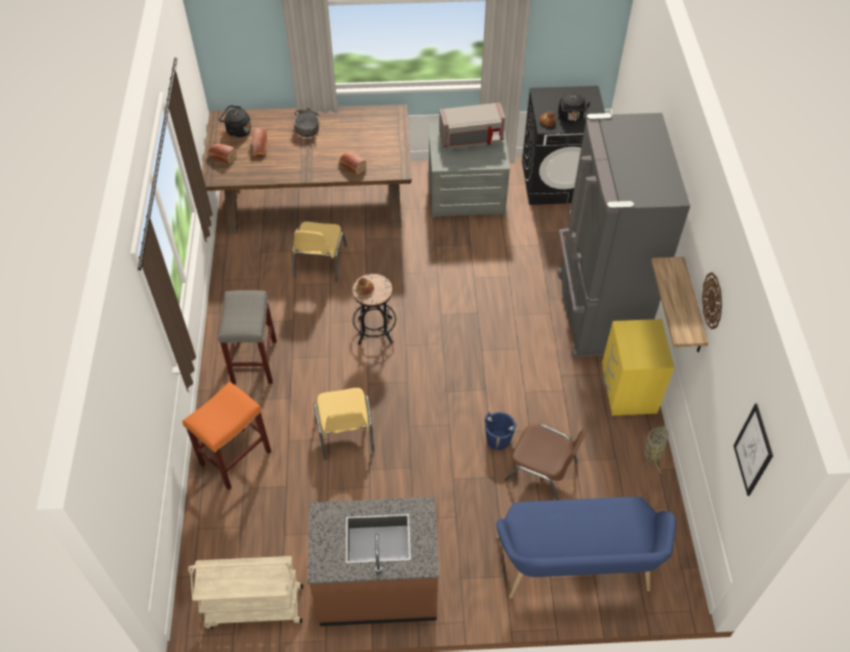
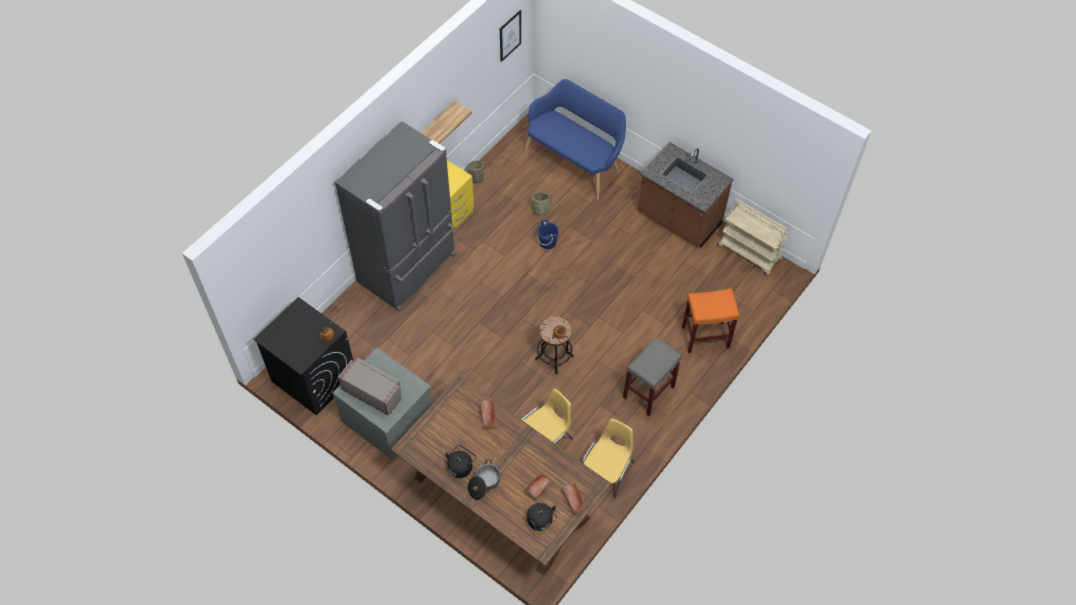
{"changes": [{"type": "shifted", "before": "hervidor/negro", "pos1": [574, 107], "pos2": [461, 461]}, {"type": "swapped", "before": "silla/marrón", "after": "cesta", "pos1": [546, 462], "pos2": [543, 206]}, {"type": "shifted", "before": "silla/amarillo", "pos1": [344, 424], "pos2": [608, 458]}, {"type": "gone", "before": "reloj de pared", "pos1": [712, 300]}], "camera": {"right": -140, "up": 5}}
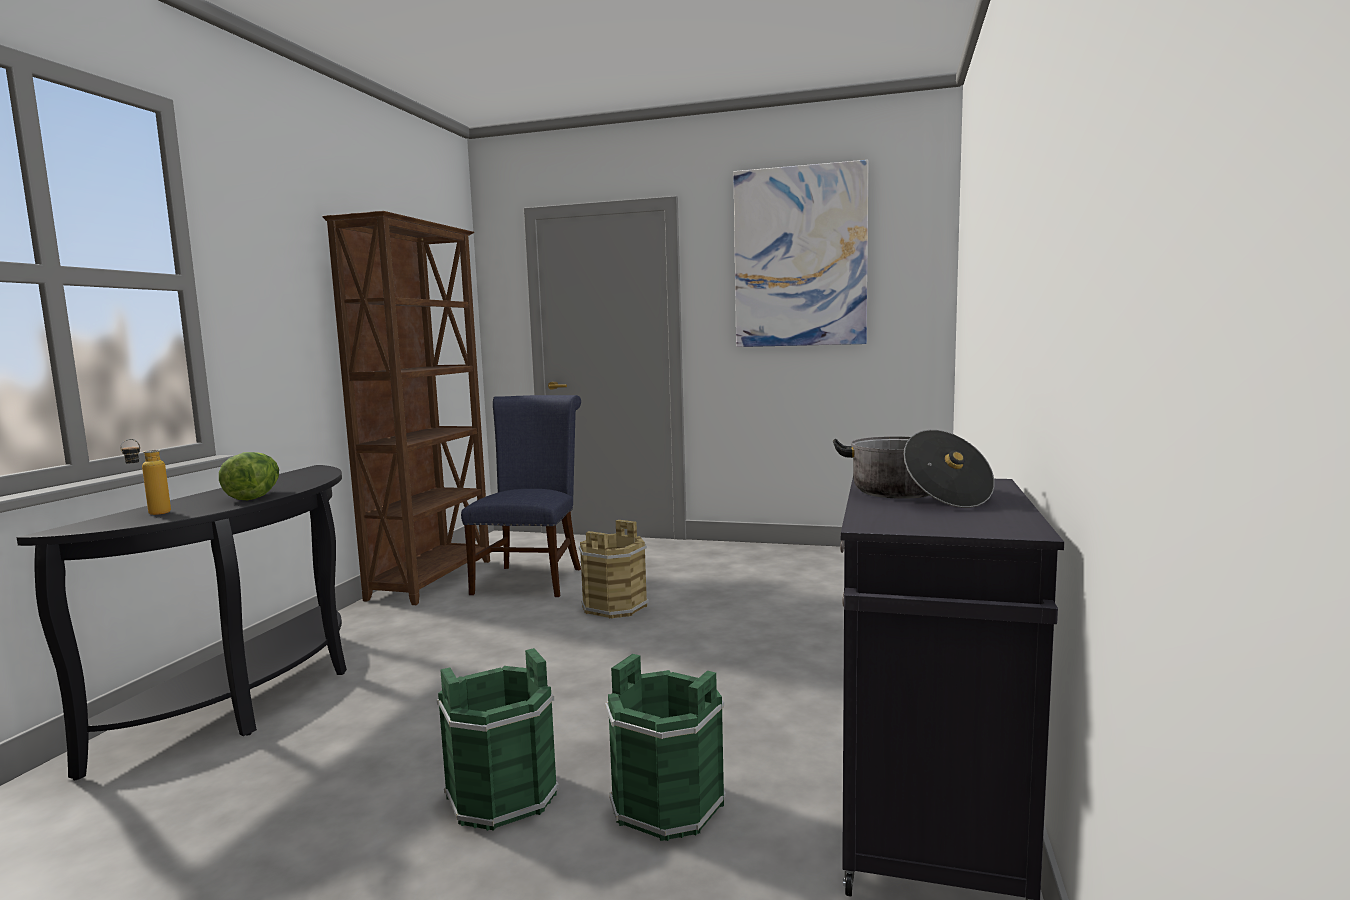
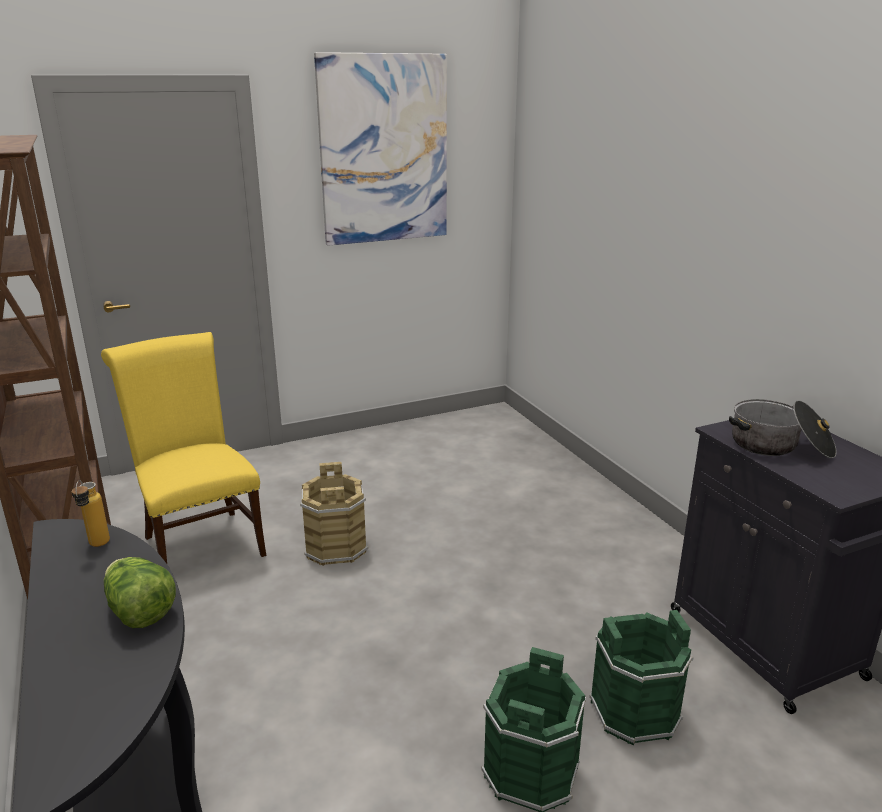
{"changes": [{"type": "shifted", "before": "botella", "pos1": [145, 477], "pos2": [91, 513]}, {"type": "repainted", "before": "silla/azul", "after": "silla/amarillo", "pos1": [521, 496], "pos2": [183, 448]}], "camera": {"right": -40, "up": 15}}
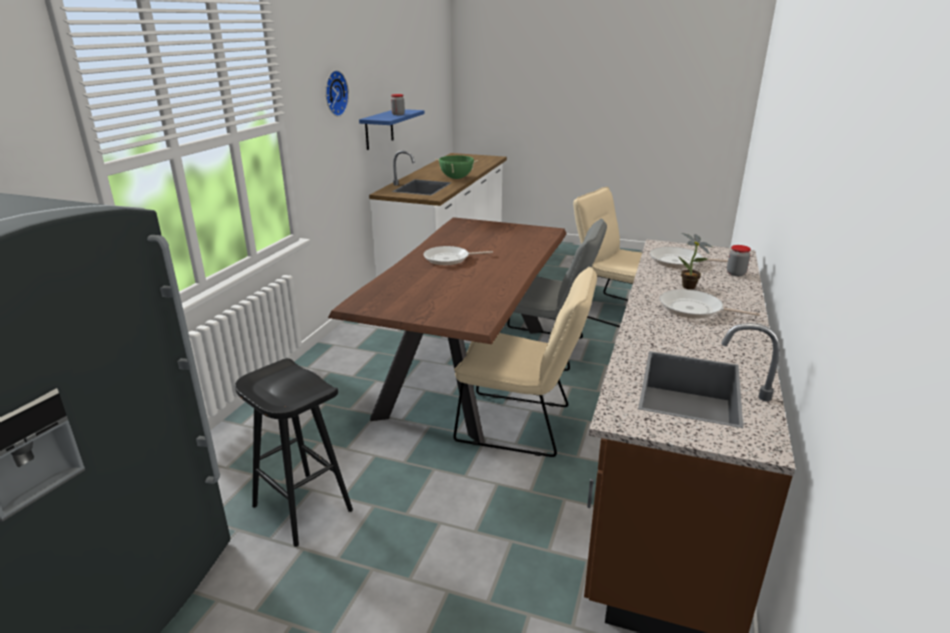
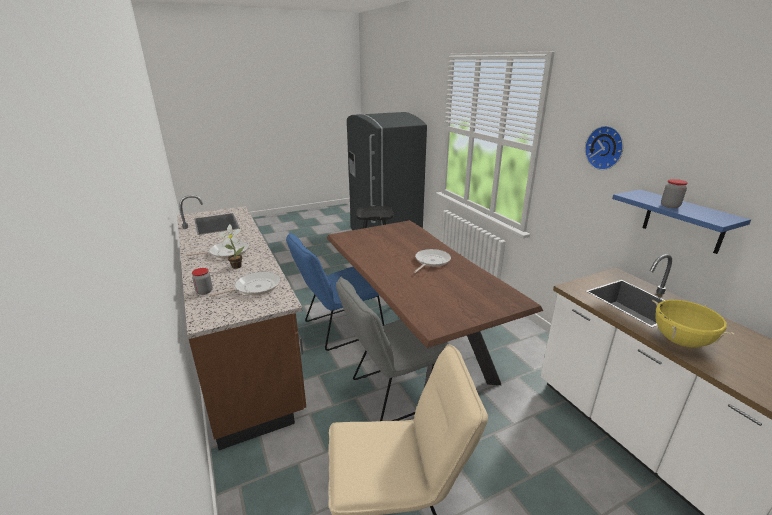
{"changes": [{"type": "repainted", "before": "silla/beis", "after": "silla/azul", "pos1": [525, 362], "pos2": [335, 291]}, {"type": "repainted", "before": "olla/verde", "after": "olla/amarillo", "pos1": [456, 167], "pos2": [693, 323]}], "camera": {"right": 135, "up": 0}}
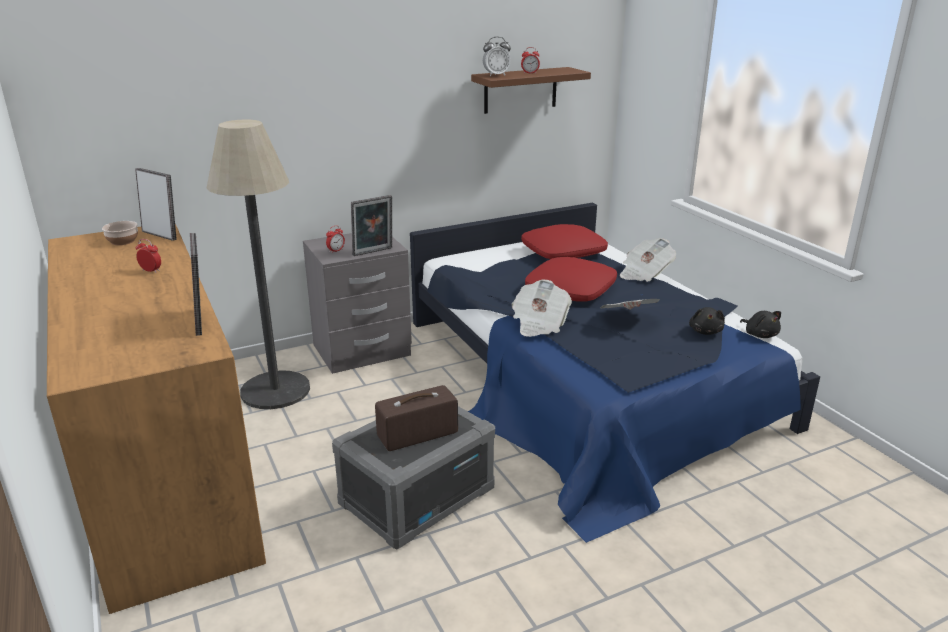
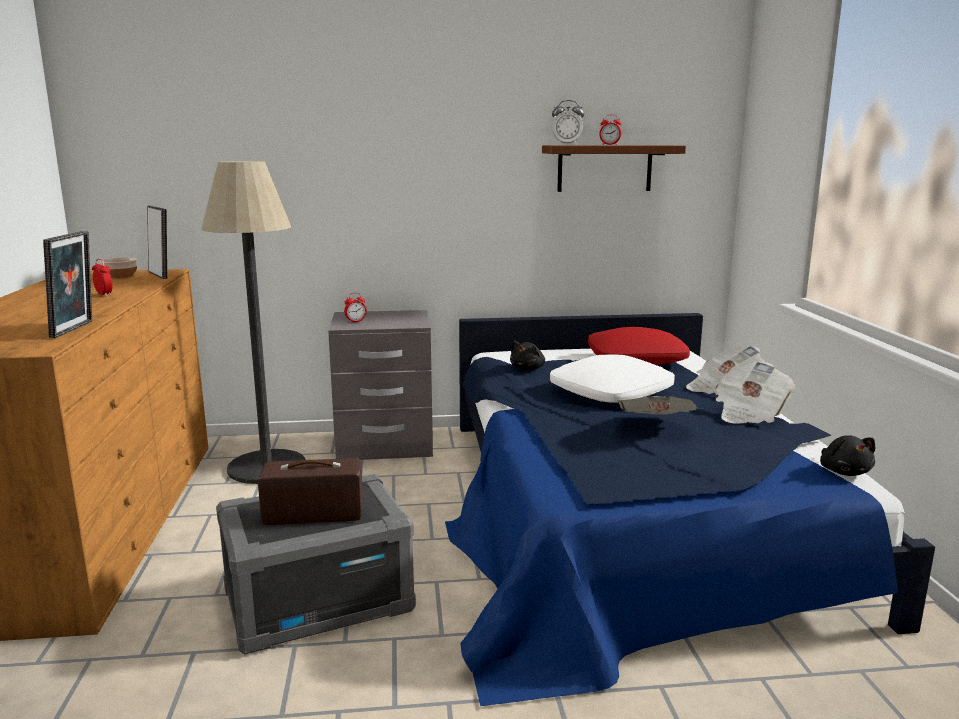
{"changes": [{"type": "shifted", "before": "peluche/negro", "pos1": [707, 321], "pos2": [527, 355]}, {"type": "repainted", "before": "cojín/rojo", "after": "cojín/blanco", "pos1": [571, 279], "pos2": [612, 378]}, {"type": "shifted", "before": "periódico", "pos1": [542, 308], "pos2": [755, 392]}, {"type": "gone", "before": "portarretratos", "pos1": [371, 225]}], "camera": {"right": 20, "up": -10}}
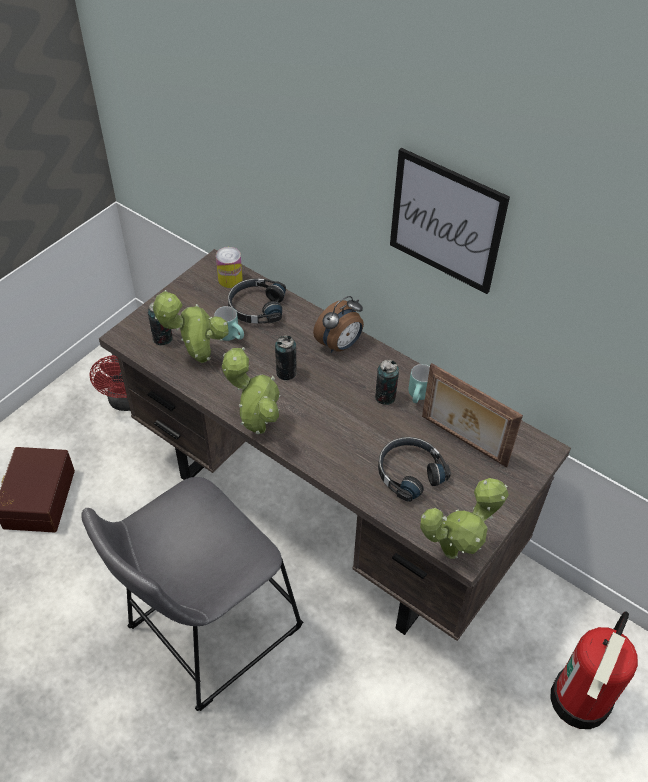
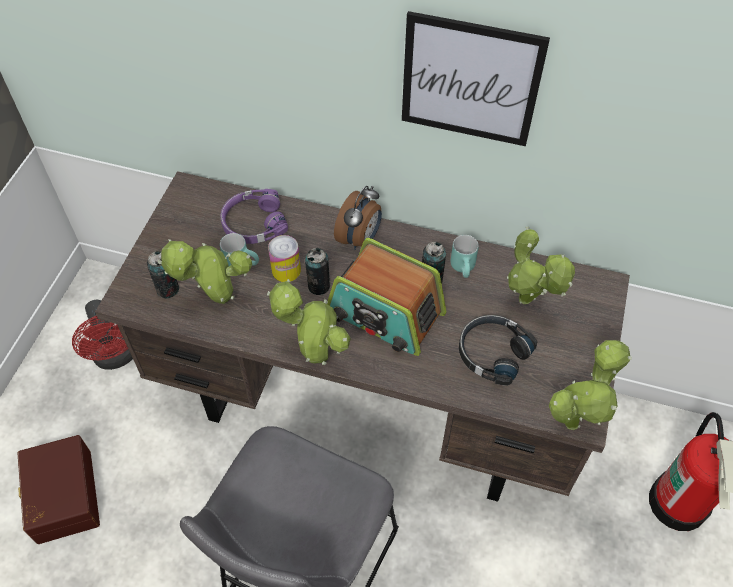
{"changes": [{"type": "repainted", "before": "auriculares/negro", "after": "auriculares/morado", "pos1": [257, 301], "pos2": [254, 216]}, {"type": "shifted", "before": "lata", "pos1": [229, 267], "pos2": [284, 258]}, {"type": "new", "after": "radio", "pos2": [387, 297]}, {"type": "swapped", "before": "portarretratos", "after": "planta en maceta", "pos1": [472, 415], "pos2": [541, 265]}], "camera": {"right": -20, "up": 5}}
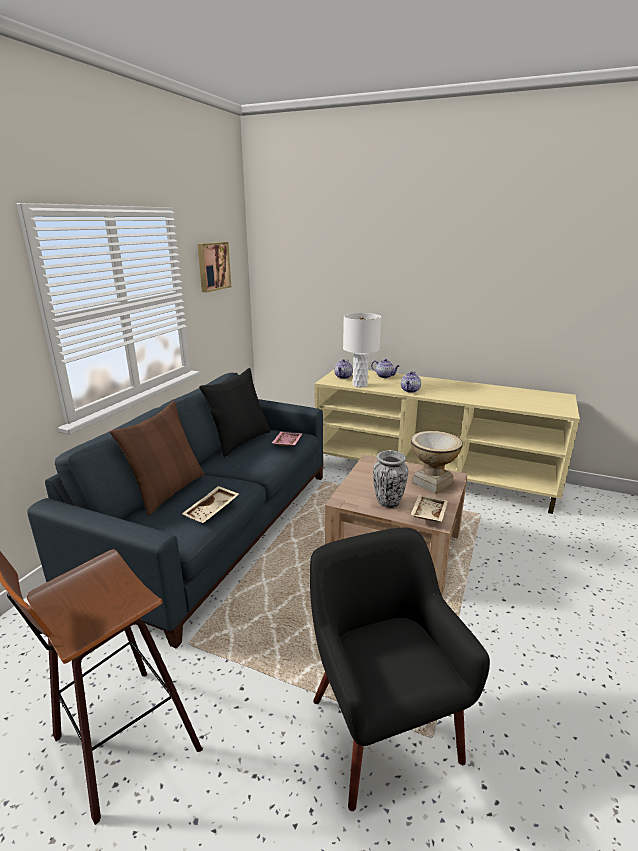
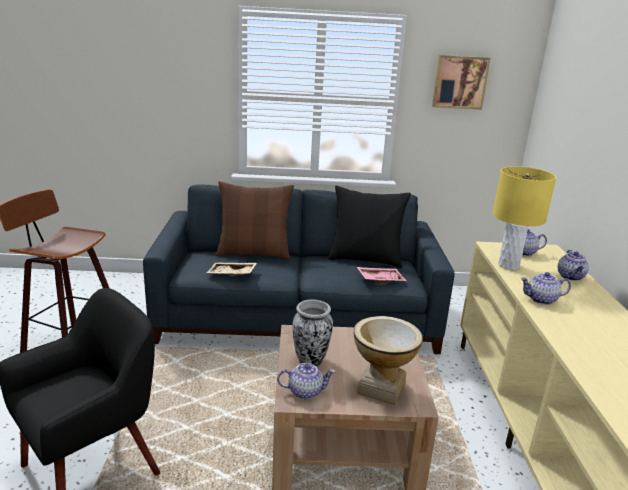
{"changes": [{"type": "swapped", "before": "bandeja/beis", "after": "tetera", "pos1": [429, 508], "pos2": [306, 381]}, {"type": "repainted", "before": "lámpara de mesa/blanco", "after": "lámpara de mesa/amarillo", "pos1": [362, 350], "pos2": [524, 218]}], "camera": {"right": 65, "up": 0}}
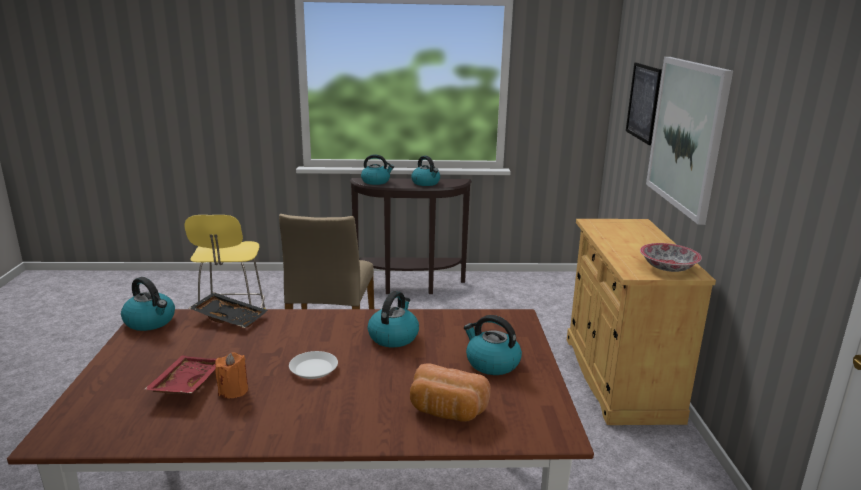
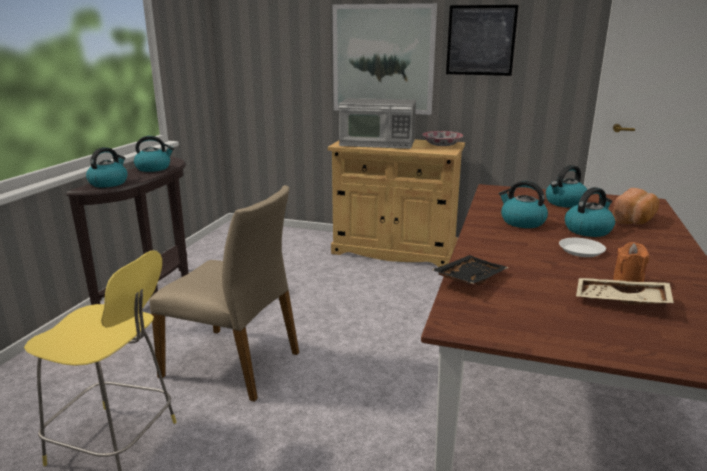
{"changes": [{"type": "new", "after": "microondas", "pos2": [377, 123]}, {"type": "shifted", "before": "cuadro", "pos1": [644, 103], "pos2": [482, 40]}, {"type": "shifted", "before": "hervidor", "pos1": [148, 304], "pos2": [590, 212]}, {"type": "repainted", "before": "bandeja/rojo", "after": "bandeja/beis", "pos1": [180, 374], "pos2": [625, 291]}], "camera": {"right": -70, "up": 0}}
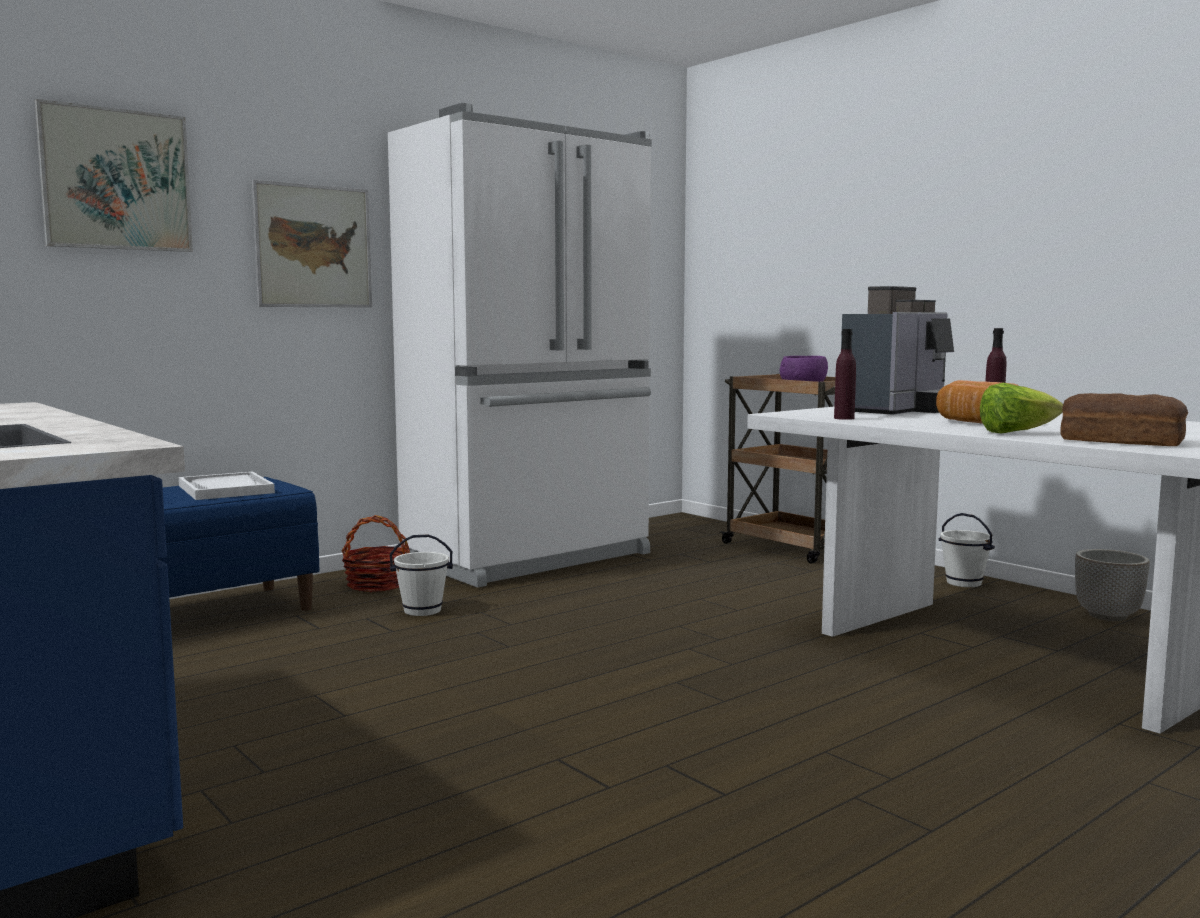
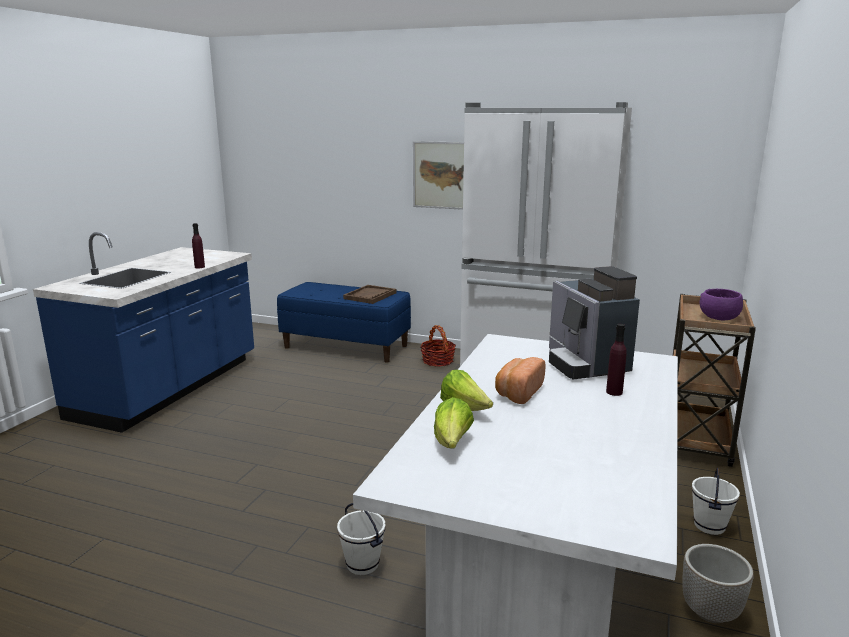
{"changes": [{"type": "shifted", "before": "botella/morado", "pos1": [845, 374], "pos2": [198, 245]}, {"type": "shifted", "before": "cubo/blanco", "pos1": [421, 575], "pos2": [361, 539]}, {"type": "repainted", "before": "bandeja/blanco", "after": "bandeja/marrón", "pos1": [227, 485], "pos2": [369, 294]}, {"type": "swapped", "before": "pan", "after": "lechuga", "pos1": [1124, 419], "pos2": [454, 422]}, {"type": "rotated", "before": "cafetera", "pos1": [897, 350], "pos2": [594, 323], "turn": 60}, {"type": "gone", "before": "cuadro", "pos1": [114, 175]}], "camera": {"right": 60, "up": 10}}
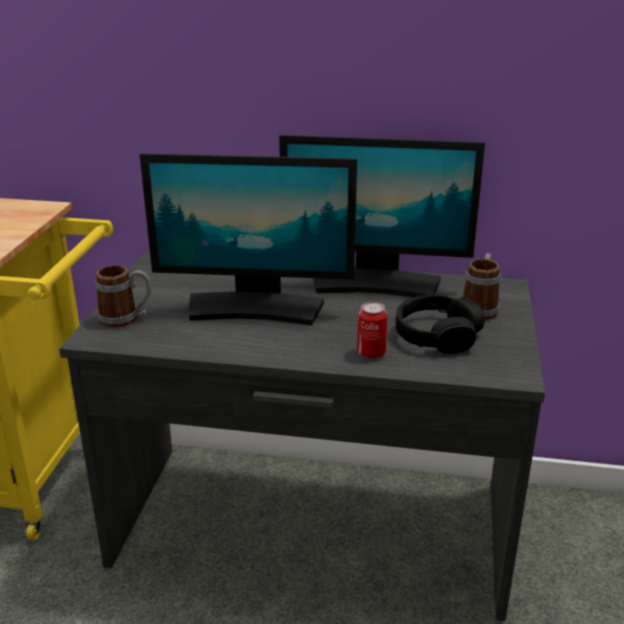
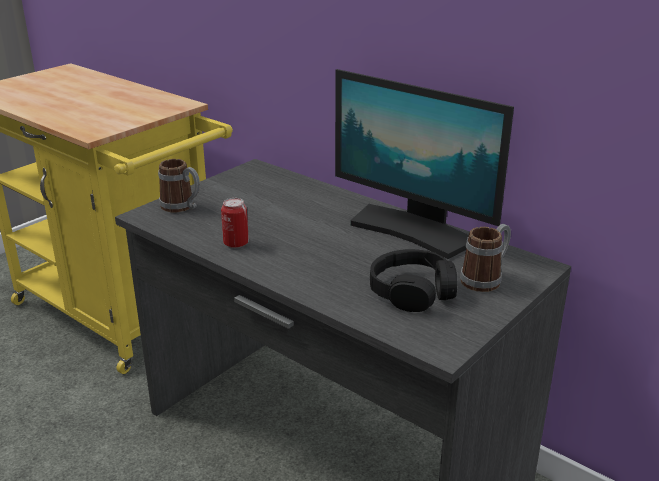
{"changes": [{"type": "shifted", "before": "lata", "pos1": [372, 330], "pos2": [235, 223]}, {"type": "gone", "before": "monitor", "pos1": [248, 239]}], "camera": {"right": 30, "up": 0}}
